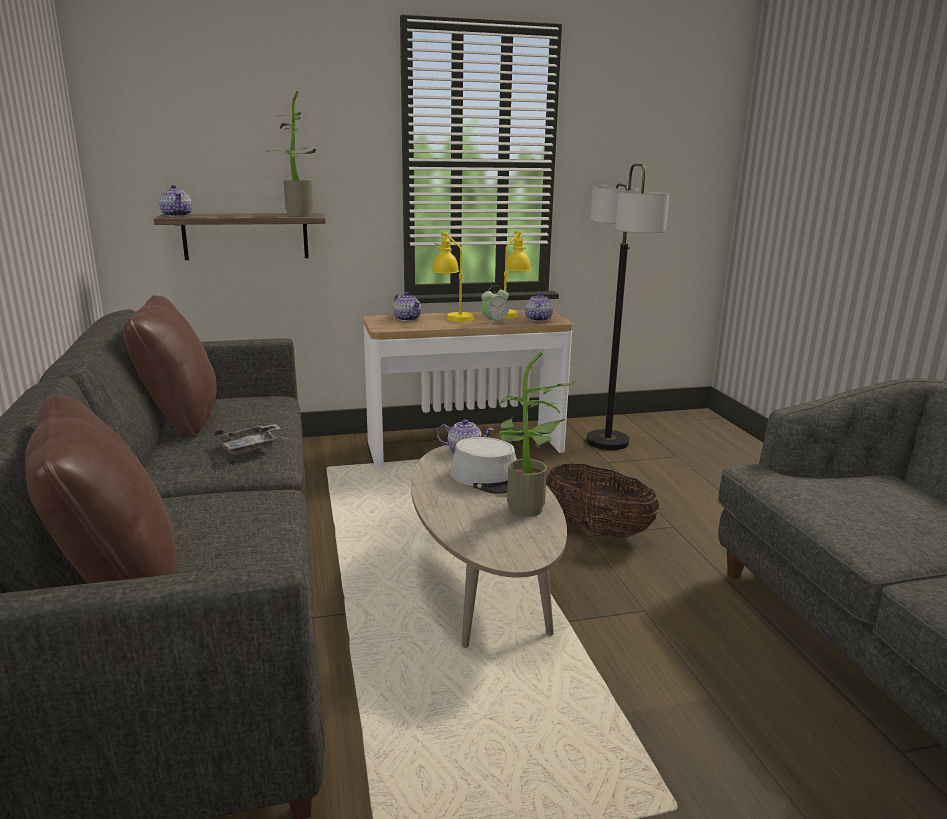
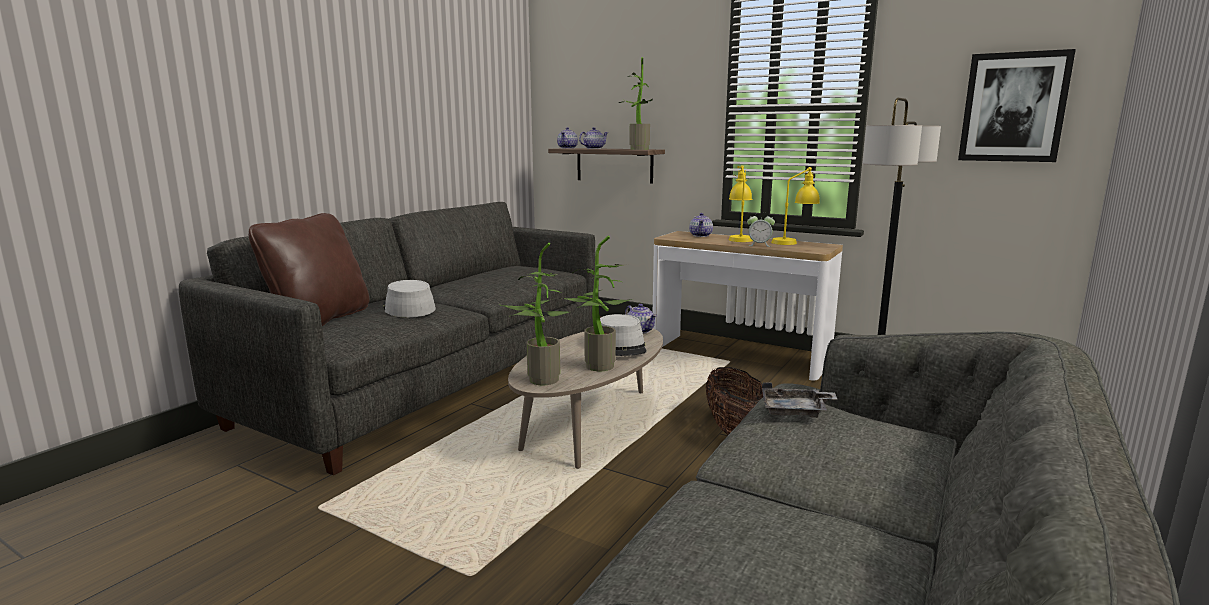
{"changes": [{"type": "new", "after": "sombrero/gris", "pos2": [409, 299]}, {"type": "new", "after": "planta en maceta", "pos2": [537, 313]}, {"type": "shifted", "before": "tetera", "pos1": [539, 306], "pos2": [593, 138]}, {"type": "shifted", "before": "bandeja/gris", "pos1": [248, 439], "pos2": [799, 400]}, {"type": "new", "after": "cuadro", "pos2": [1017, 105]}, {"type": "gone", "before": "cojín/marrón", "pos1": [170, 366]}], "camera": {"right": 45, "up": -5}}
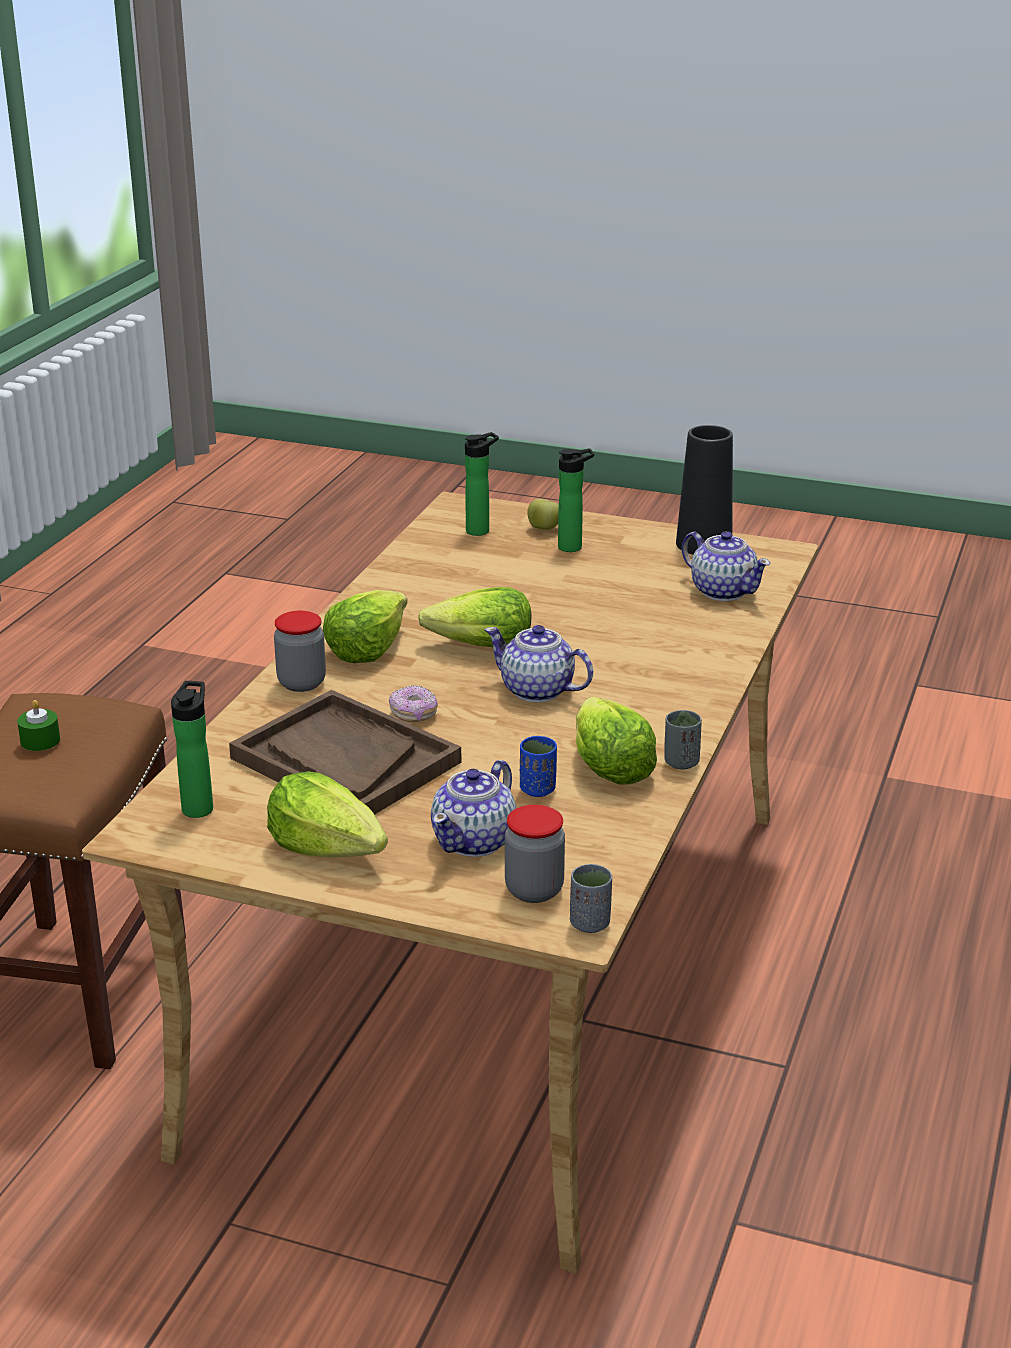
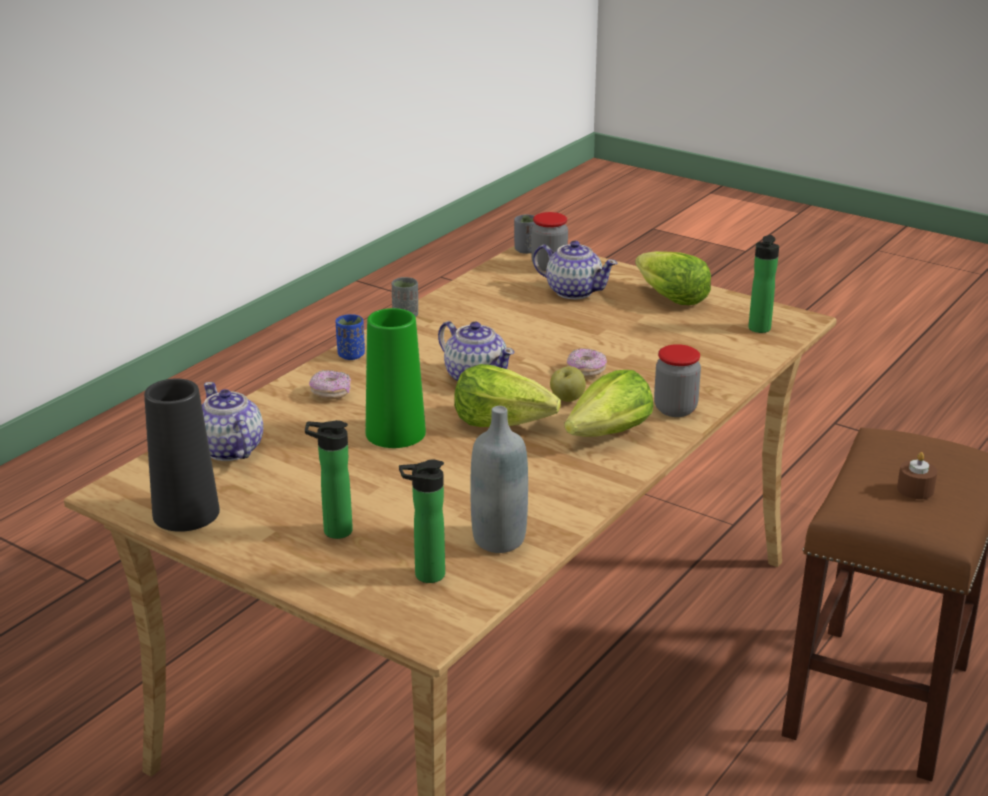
{"changes": [{"type": "new", "after": "rosquilla", "pos2": [330, 384]}, {"type": "shifted", "before": "taza/azul", "pos1": [538, 766], "pos2": [350, 337]}, {"type": "new", "after": "florero/verde", "pos2": [396, 378]}, {"type": "new", "after": "botella/gris", "pos2": [499, 479]}, {"type": "rotated", "before": "tetera", "pos1": [473, 808], "pos2": [575, 270], "turn": 75}, {"type": "shifted", "before": "manzana", "pos1": [543, 514], "pos2": [568, 384]}, {"type": "repainted", "before": "vela/verde", "after": "vela/marrón", "pos1": [38, 725], "pos2": [917, 475]}, {"type": "gone", "before": "bandeja/marrón", "pos1": [345, 752]}, {"type": "gone", "before": "lechuga", "pos1": [616, 741]}], "camera": {"right": -165, "up": 0}}
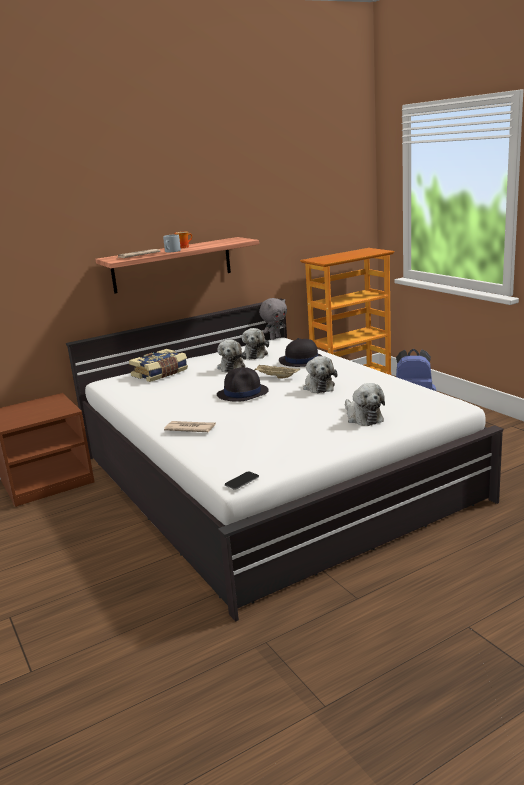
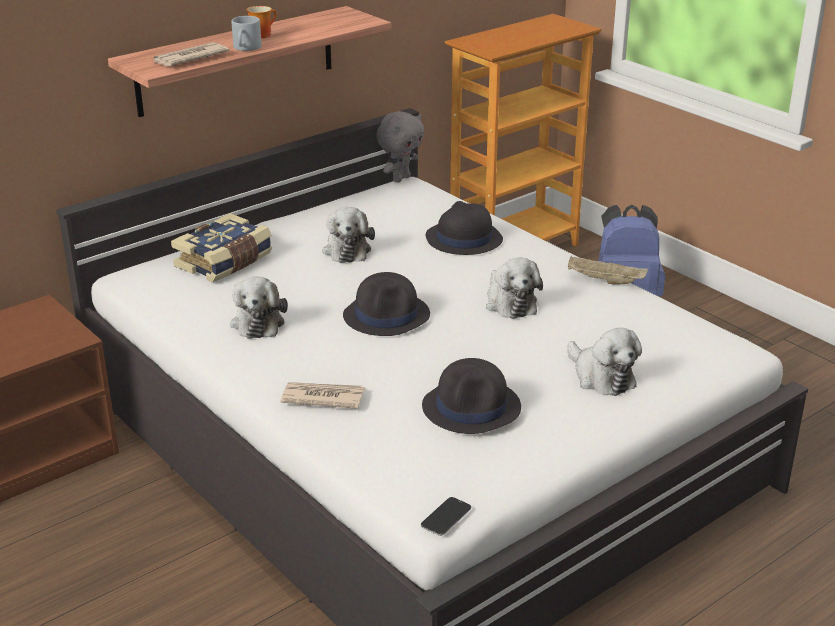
{"changes": [{"type": "shifted", "before": "peluche", "pos1": [255, 343], "pos2": [259, 308]}, {"type": "new", "after": "sombrero/negro", "pos2": [471, 396]}, {"type": "shifted", "before": "bandeja/beis", "pos1": [277, 371], "pos2": [608, 270]}], "camera": {"right": -10, "up": 10}}
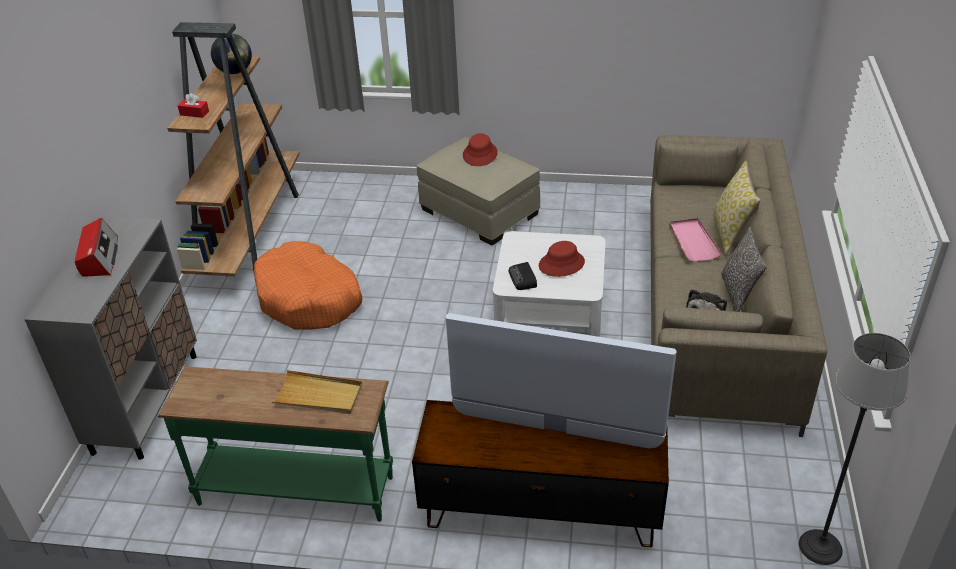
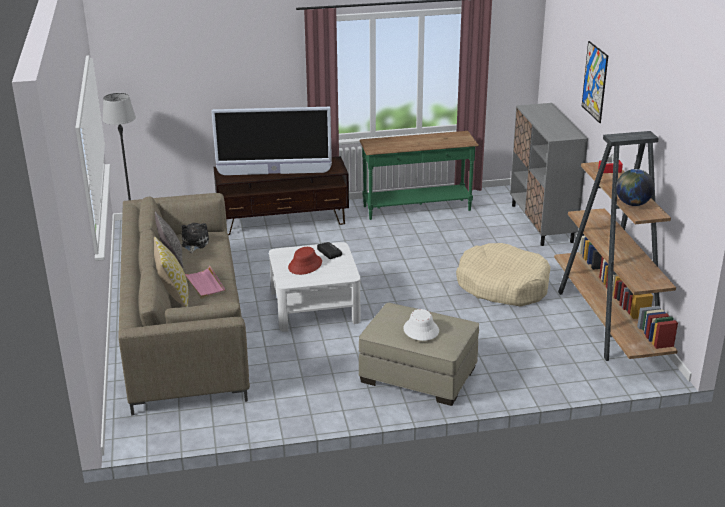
{"changes": [{"type": "repainted", "before": "sombrero/rojo", "after": "sombrero/blanco", "pos1": [480, 149], "pos2": [421, 325]}, {"type": "repainted", "before": "cama para perro/naranja", "after": "cama para perro/beis", "pos1": [308, 285], "pos2": [503, 275]}, {"type": "new", "after": "cuadro", "pos2": [595, 82]}, {"type": "gone", "before": "radio", "pos1": [96, 247]}, {"type": "gone", "before": "bandeja/beis", "pos1": [316, 392]}], "camera": {"right": 160, "up": -10}}
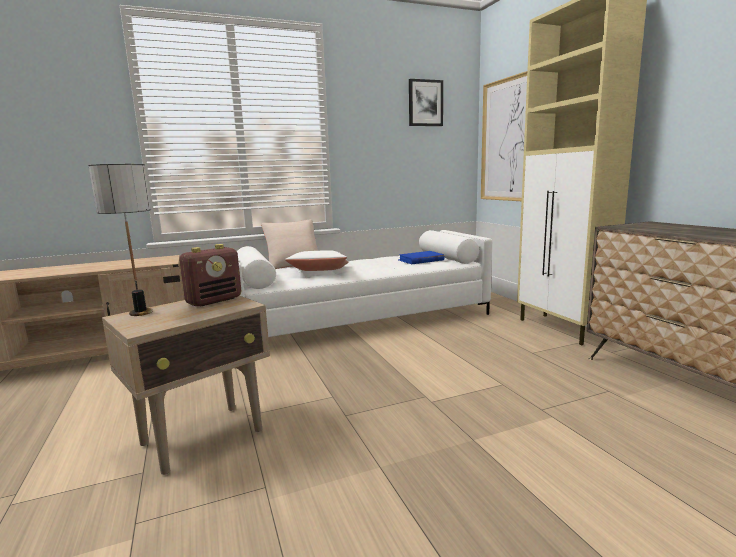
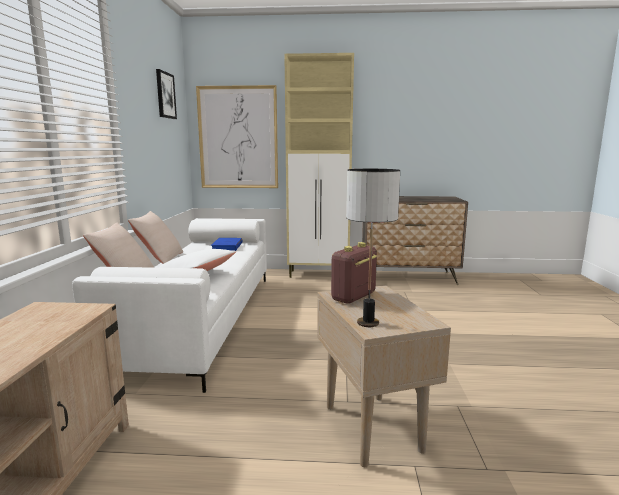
{"changes": [{"type": "new", "after": "cojín/beis", "pos2": [155, 237]}, {"type": "rotated", "before": "radio", "pos1": [210, 275], "pos2": [354, 273], "turn": -120}], "camera": {"right": -65, "up": 0}}
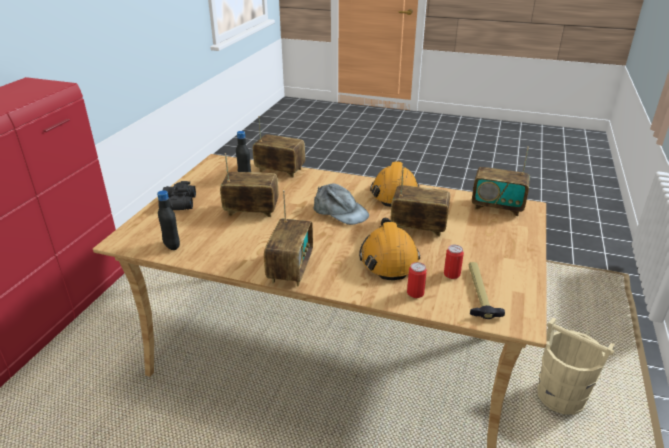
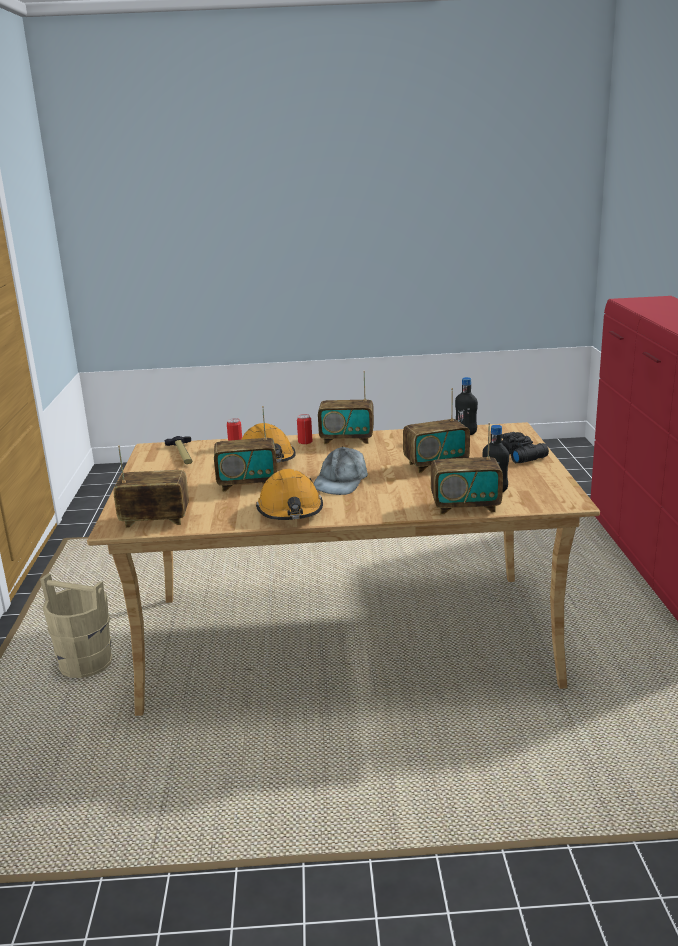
{"changes": [{"type": "shifted", "before": "lata", "pos1": [454, 262], "pos2": [305, 429]}, {"type": "rotated", "before": "gorra/gris", "pos1": [341, 204], "pos2": [341, 470], "turn": -90}, {"type": "rotated", "before": "radio", "pos1": [288, 238], "pos2": [346, 407], "turn": -75}], "camera": {"right": 160, "up": -10}}
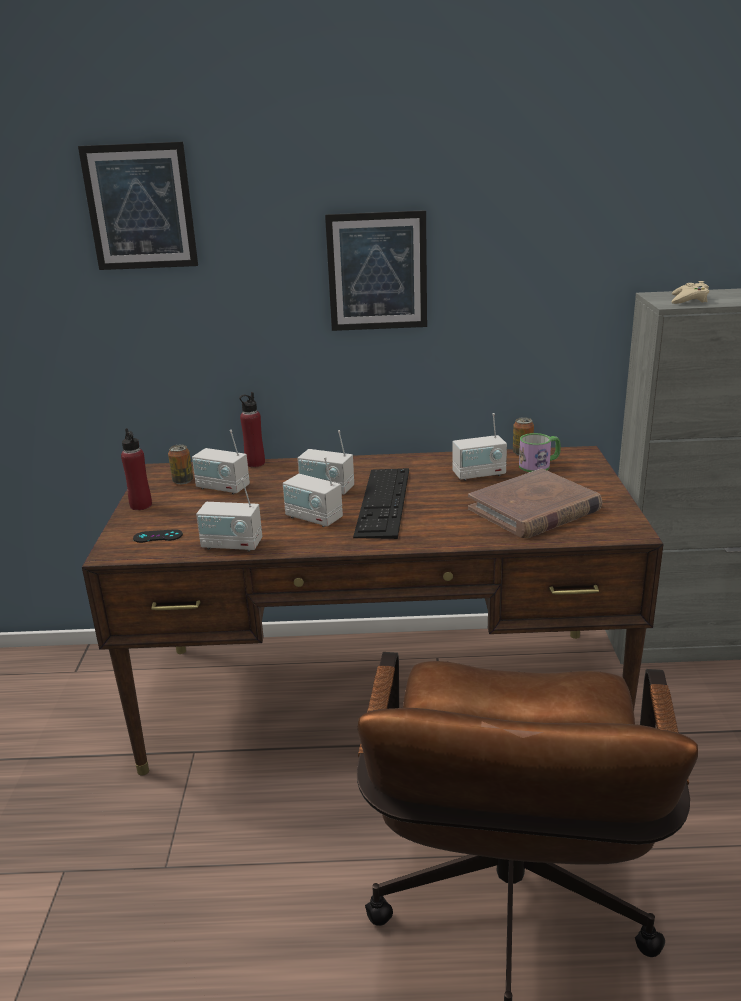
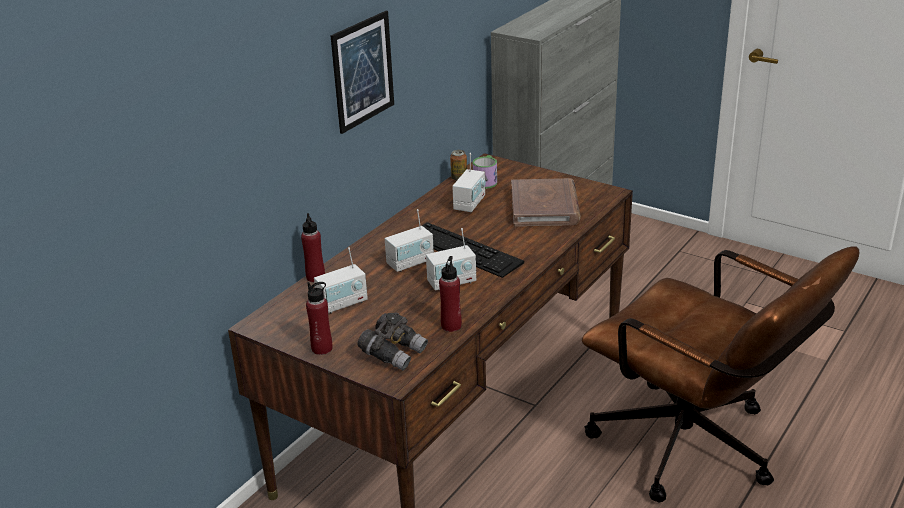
{"changes": [{"type": "swapped", "before": "mando de consola/negro", "after": "prismáticos/gris", "pos1": [158, 536], "pos2": [392, 341]}, {"type": "swapped", "before": "radio", "after": "botella/rojo", "pos1": [229, 515], "pos2": [450, 294]}, {"type": "gone", "before": "cuadro", "pos1": [138, 206]}, {"type": "gone", "before": "lata", "pos1": [180, 464]}, {"type": "gone", "before": "mando de consola/beis", "pos1": [690, 292]}], "camera": {"right": -55, "up": 5}}
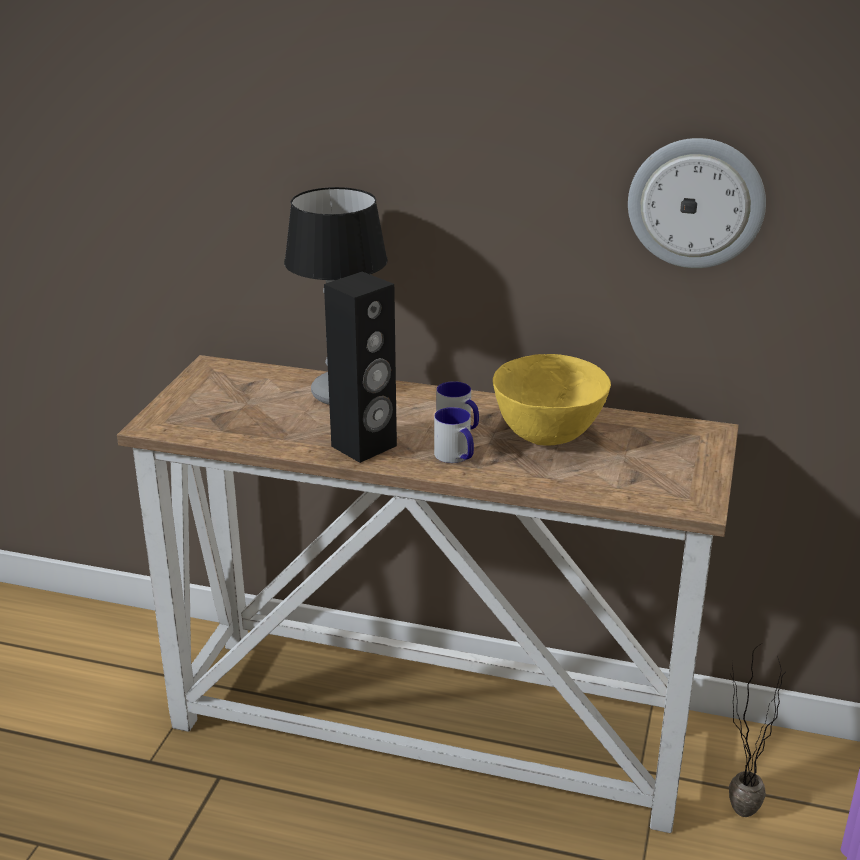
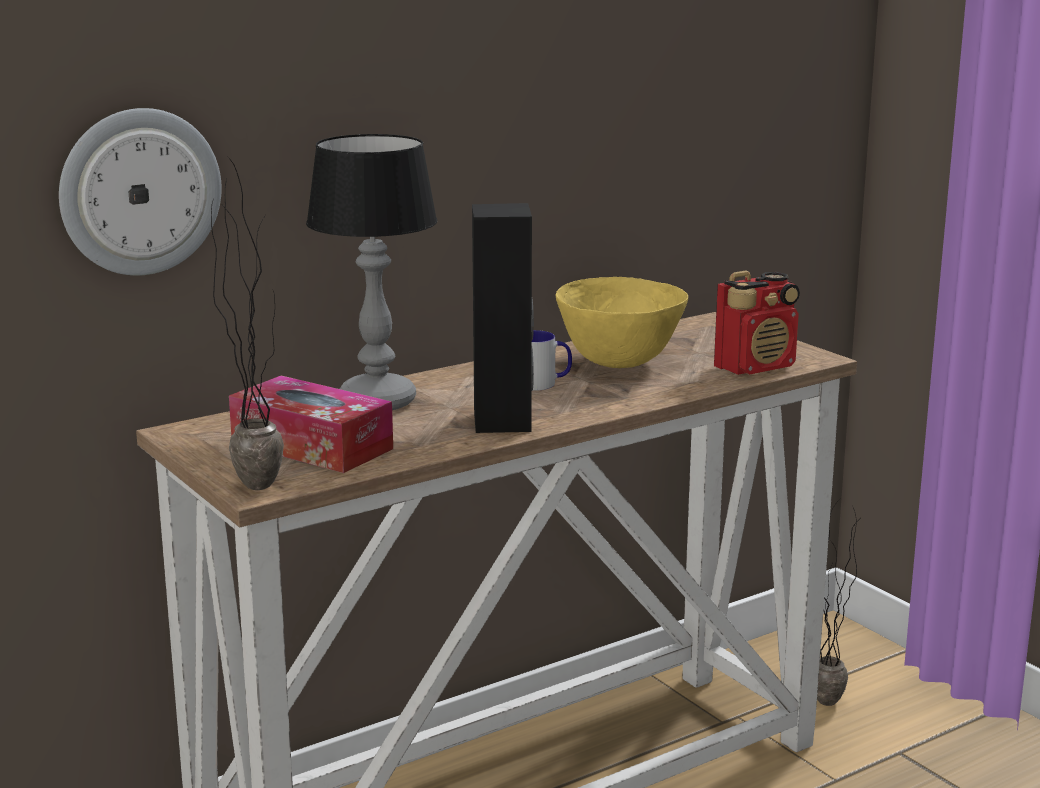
{"changes": [{"type": "shifted", "before": "reloj de pared", "pos1": [697, 203], "pos2": [140, 192]}, {"type": "new", "after": "planta en maceta", "pos2": [247, 323]}, {"type": "new", "after": "caja de pañuelos", "pos2": [311, 424]}, {"type": "new", "after": "radio", "pos2": [757, 322]}, {"type": "gone", "before": "taza grande", "pos1": [454, 435]}], "camera": {"right": -50, "up": -10}}
